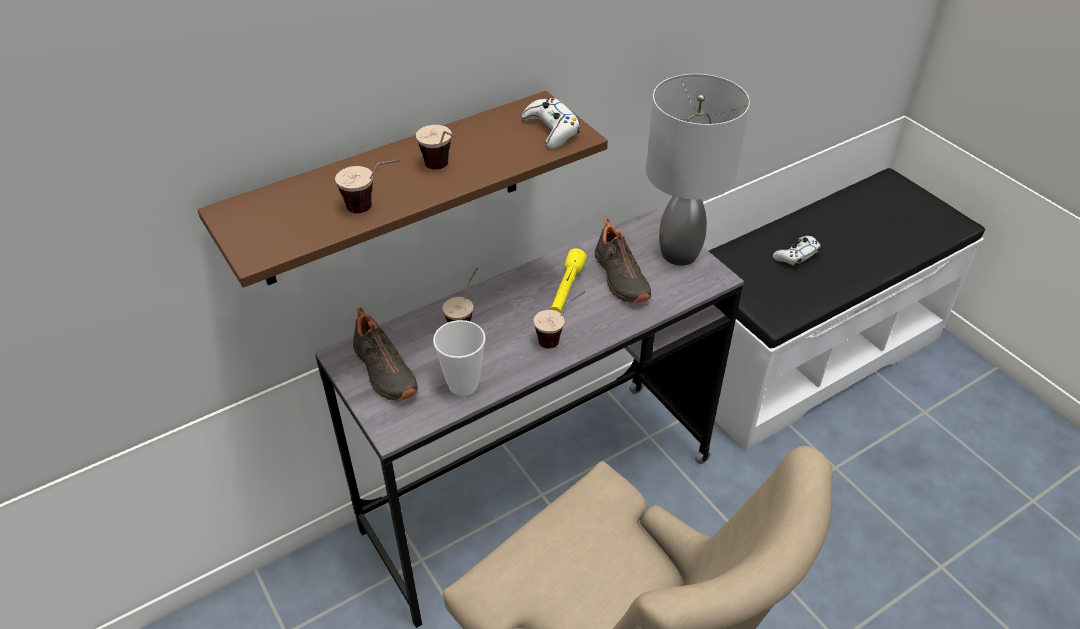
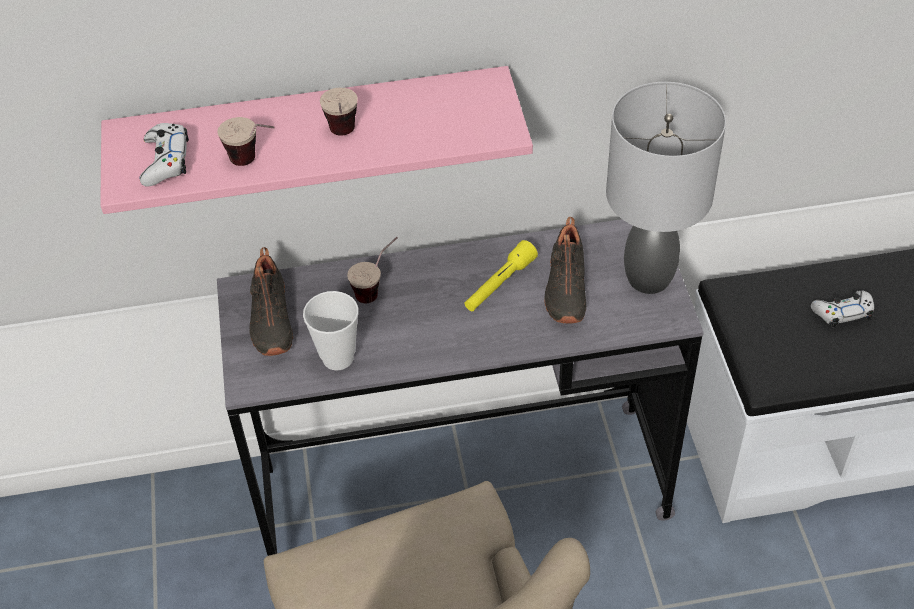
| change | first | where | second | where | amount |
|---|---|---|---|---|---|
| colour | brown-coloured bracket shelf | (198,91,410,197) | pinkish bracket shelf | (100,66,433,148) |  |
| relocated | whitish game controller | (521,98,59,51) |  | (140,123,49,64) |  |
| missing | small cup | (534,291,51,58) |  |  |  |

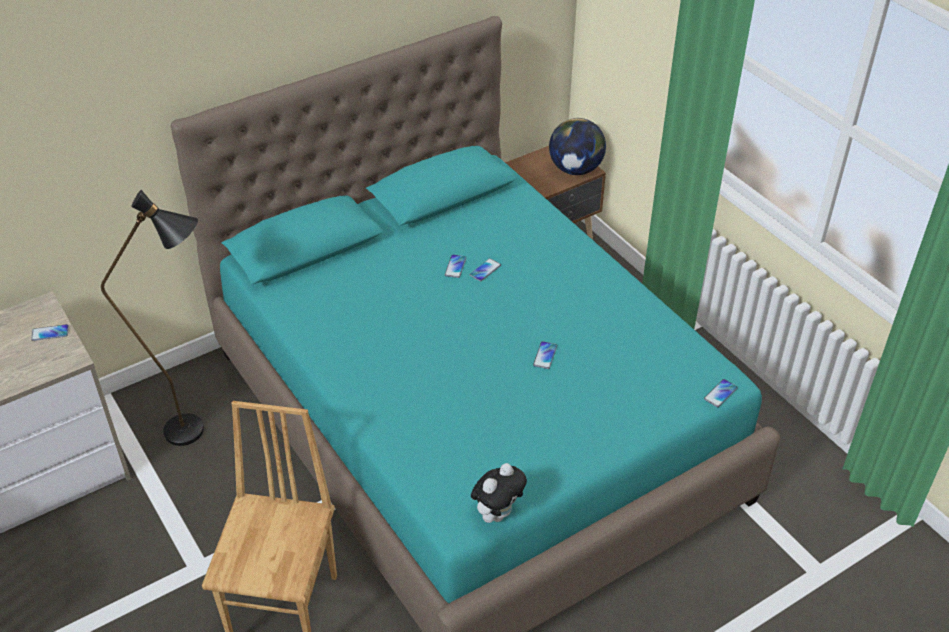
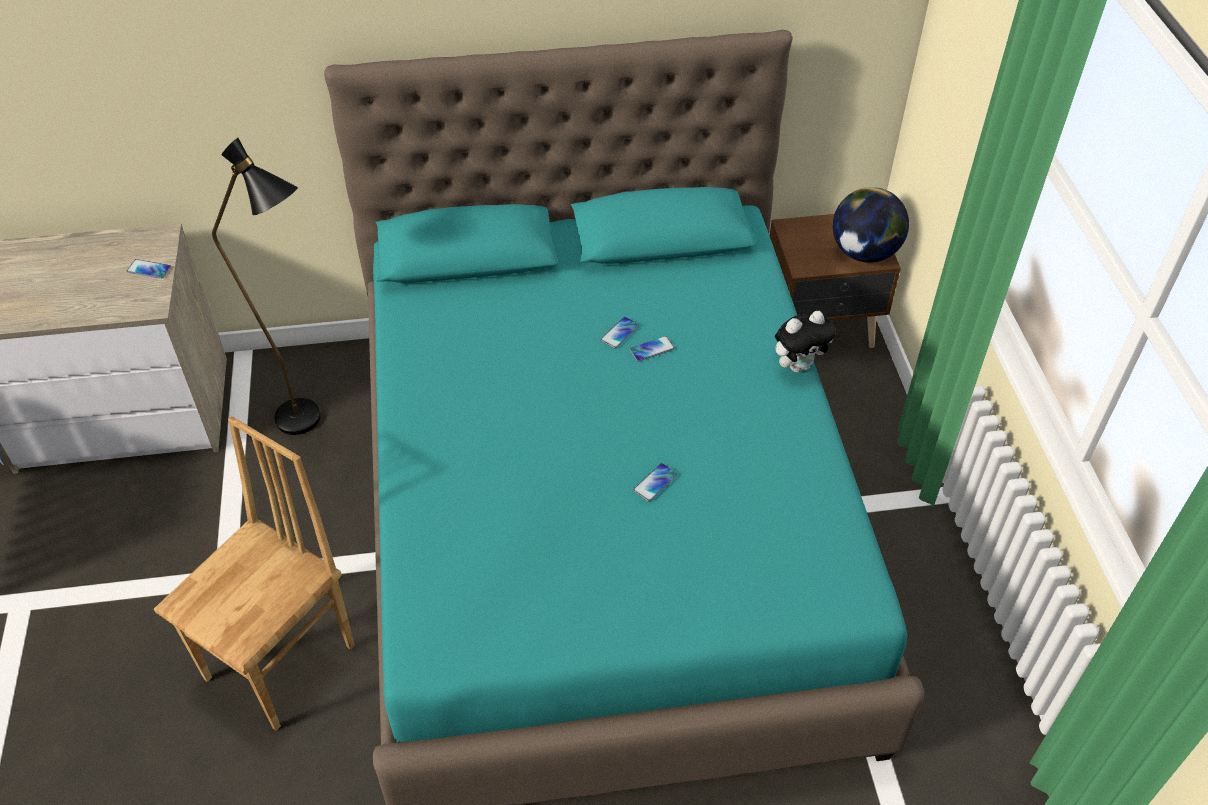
| change | first | where | second | where | amount |
|---|---|---|---|---|---|
| relocated | cuddly toy | (471,463,56,60) |  | (775,311,61,61) |  |
| missing | telephone | (704,379,34,28) |  |  |  |

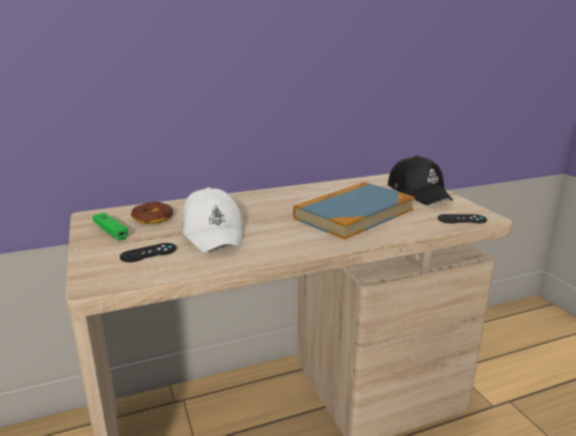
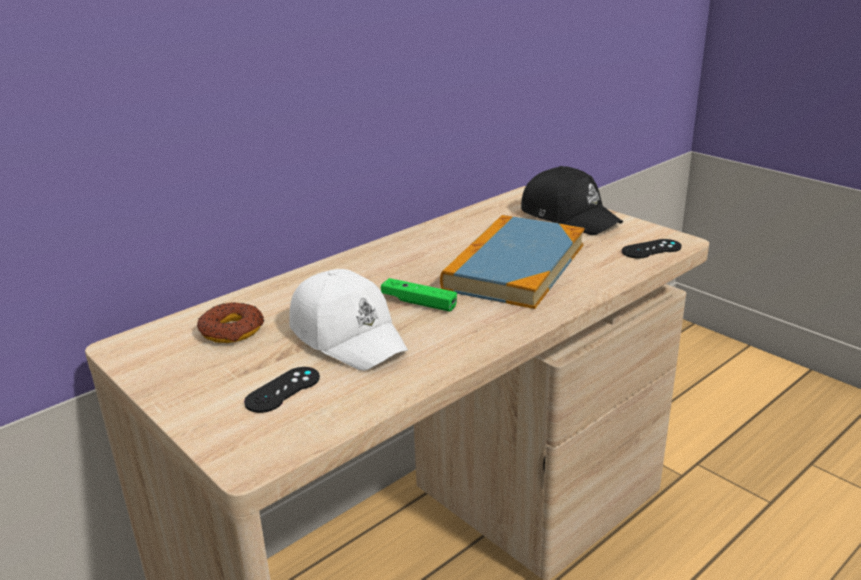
| change | first | where | second | where | amount |
|---|---|---|---|---|---|
| relocated | green-coloured game controller | (92,213,36,28) |  | (381,278,76,34) |  |

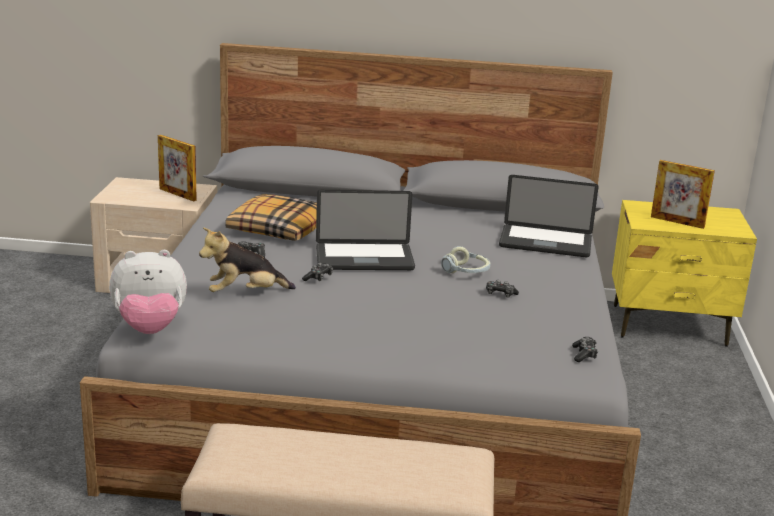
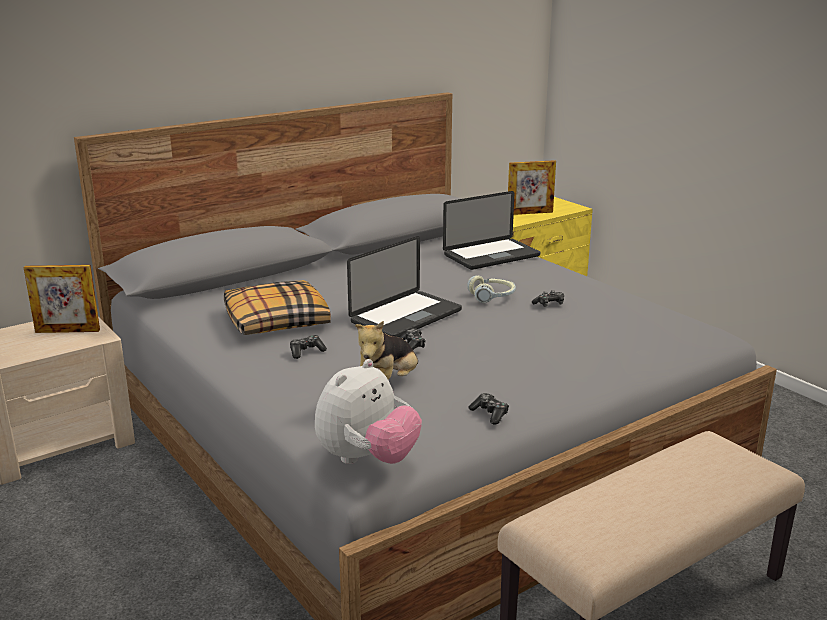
| change | first | where | second | where | amount |
|---|---|---|---|---|---|
| relocated | game controller | (572,337,26,25) |  | (468,393,41,32) |  |

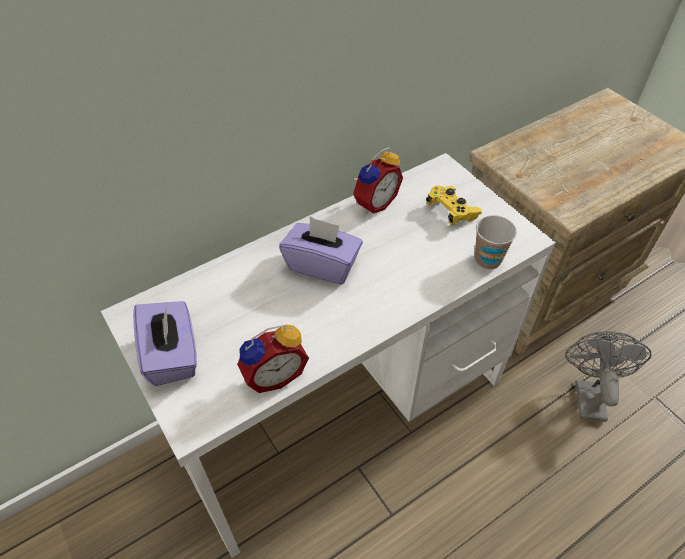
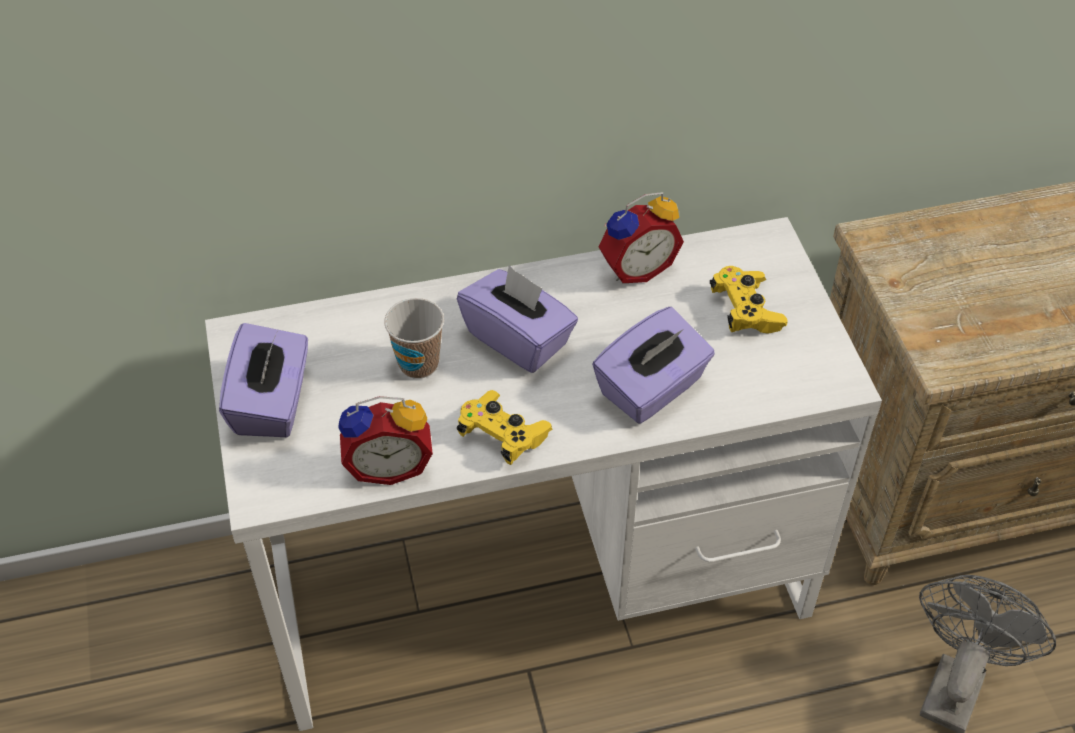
| change | first | where | second | where | amount |
|---|---|---|---|---|---|
| relocated | small cup | (475,215,42,55) |  | (384,298,60,81) |  |
| appeared |  |  | yellow game controller | (457,390,96,75) |  |
| appeared |  |  | purple-coloured box of tissues | (592,307,123,117) |  |

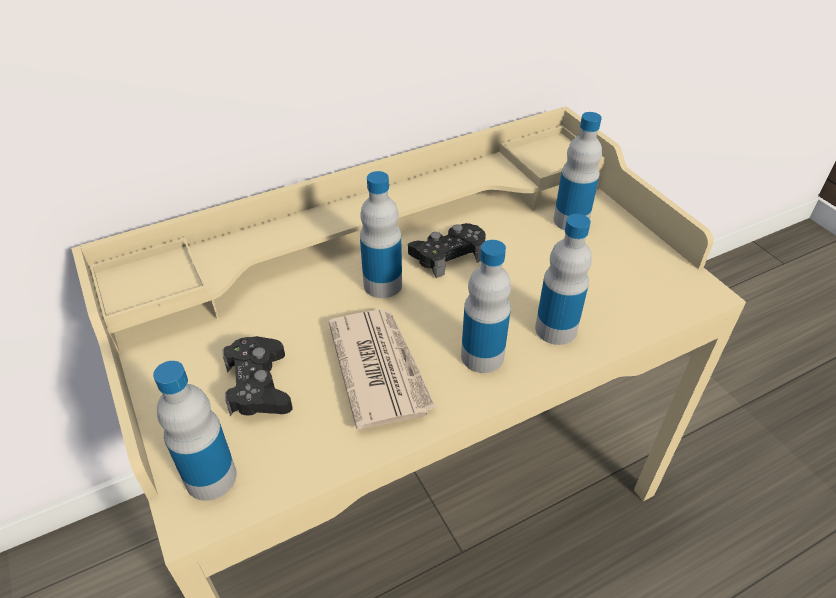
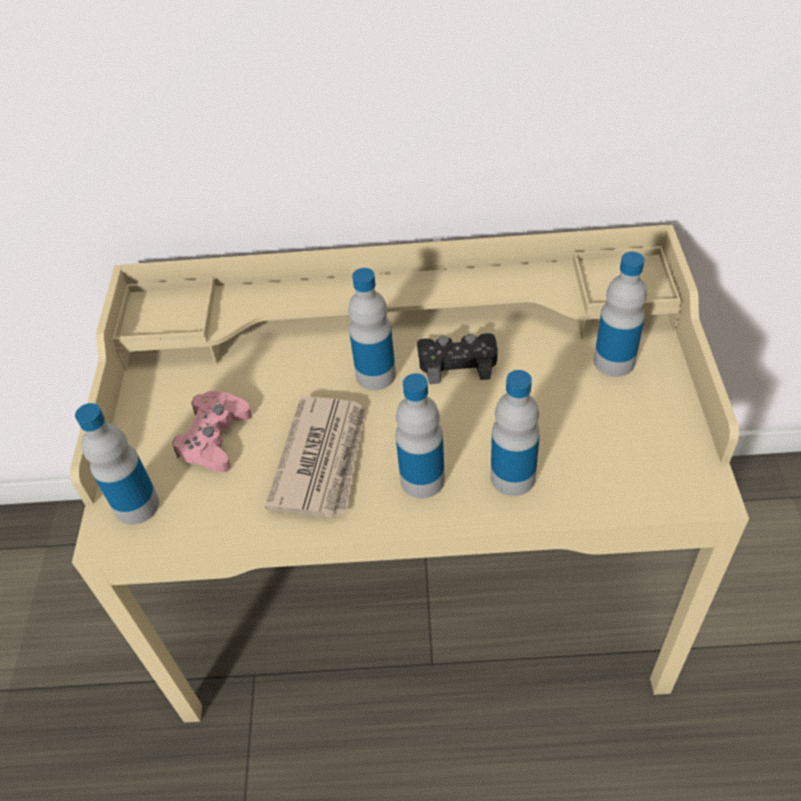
| change | first | where | second | where | amount |
|---|---|---|---|---|---|
| colour | black game controller | (222,336,71,80) | pinkish game controller | (172,391,80,81) |  |

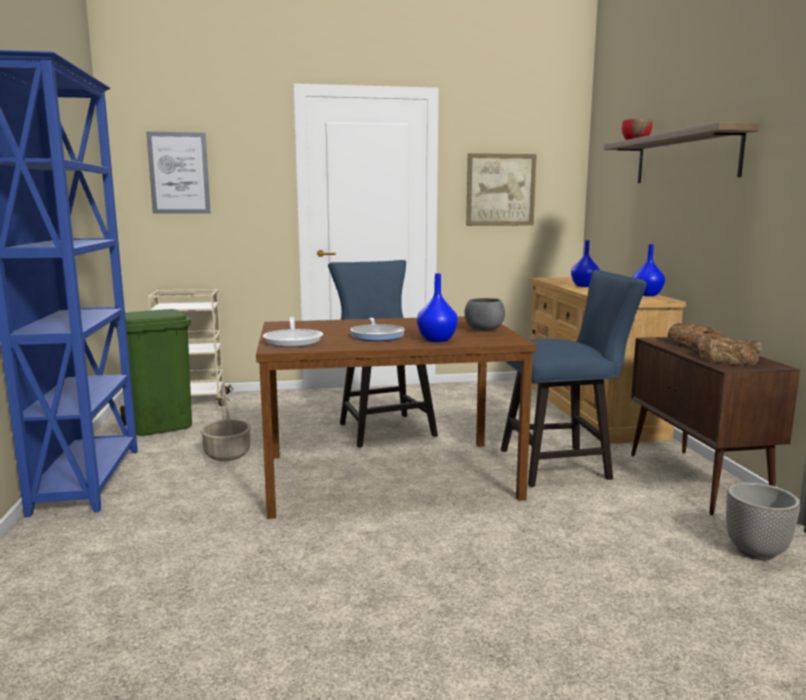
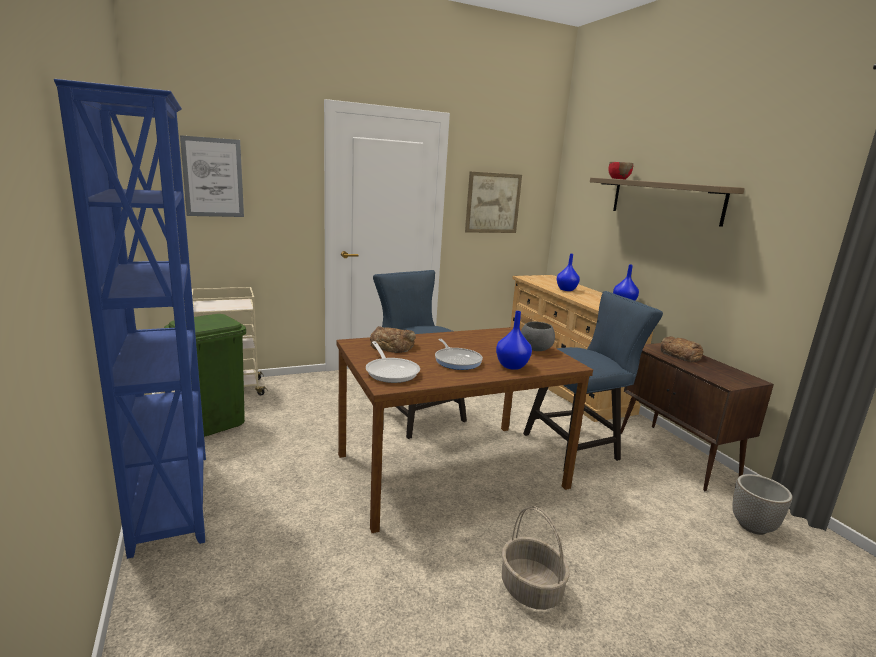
| change | first | where | second | where | amount |
|---|---|---|---|---|---|
| relocated | household basket | (201,383,50,78) |  | (502,506,68,104) |  |
| relocated | baked bread | (699,336,64,30) |  | (370,326,46,27) |  |

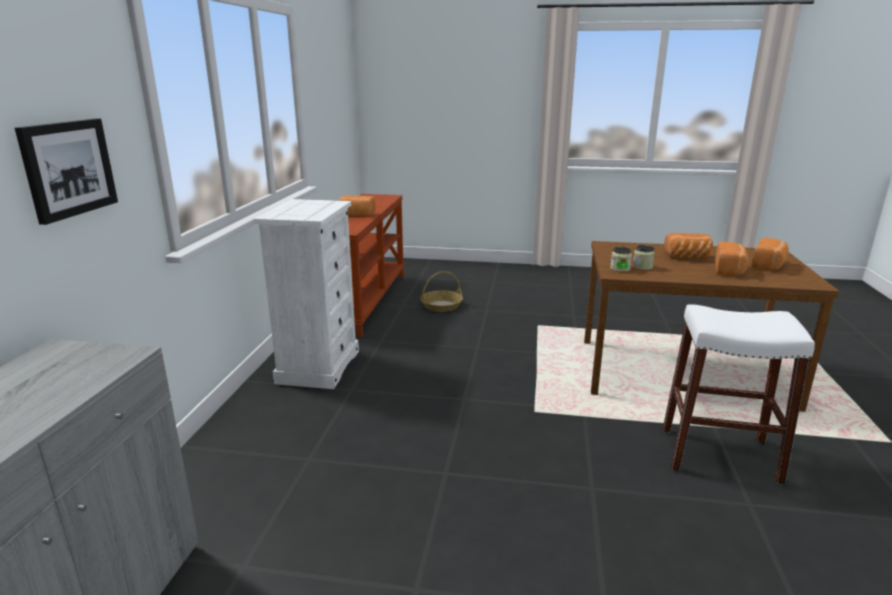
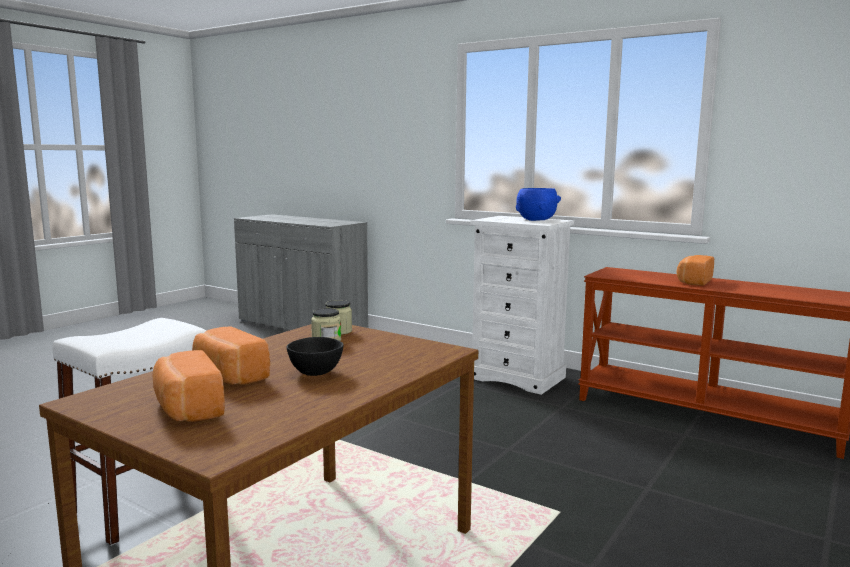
| change | first | where | second | where | amount |
|---|---|---|---|---|---|
| missing | wall picture | (15,119,103,106) |  |  |  |
| missing | household basket | (420,271,43,41) |  |  |  |
| exchanged | baked bread | (664,233,49,25) | black deep dish | (287,337,57,39) |  |
| appeared |  |  | bluish deep dish | (516,188,45,33) |  |

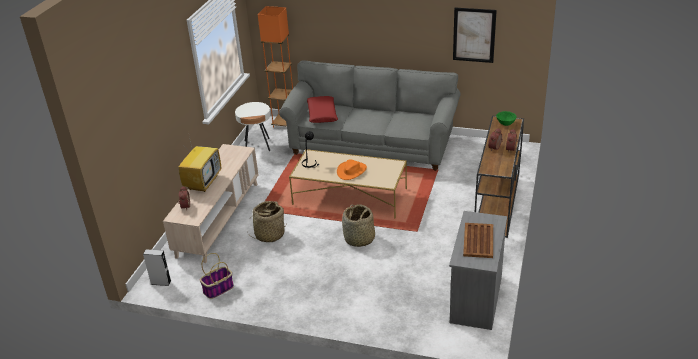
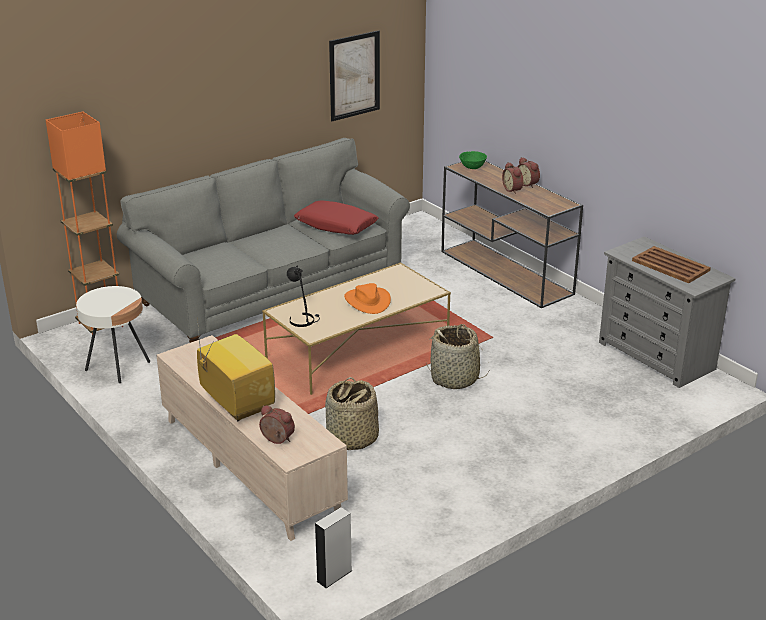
| change | first | where | second | where | amount |
|---|---|---|---|---|---|
| missing | household basket | (200,253,34,46) |  |  |  |
| relocated | red throw pillow | (307,96,31,27) |  | (294,200,84,35) |  |

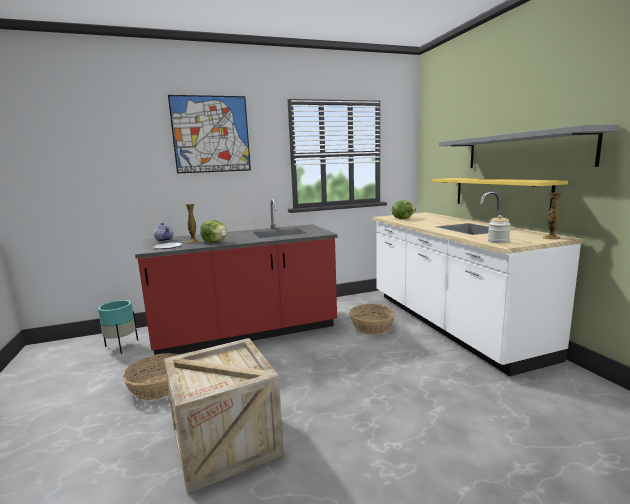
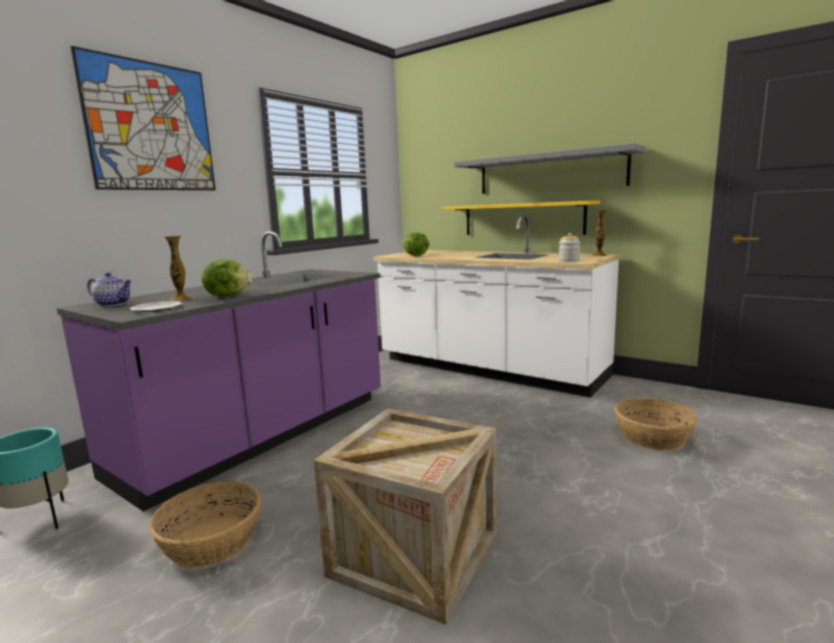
| change | first | where | second | where | amount |
|---|---|---|---|---|---|
| colour | red kitchen counter | (135,199,203,158) | purple-coloured kitchen counter | (57,231,324,280) |  |
| relocated | household basket | (349,304,46,31) |  | (614,398,84,52) |  |

